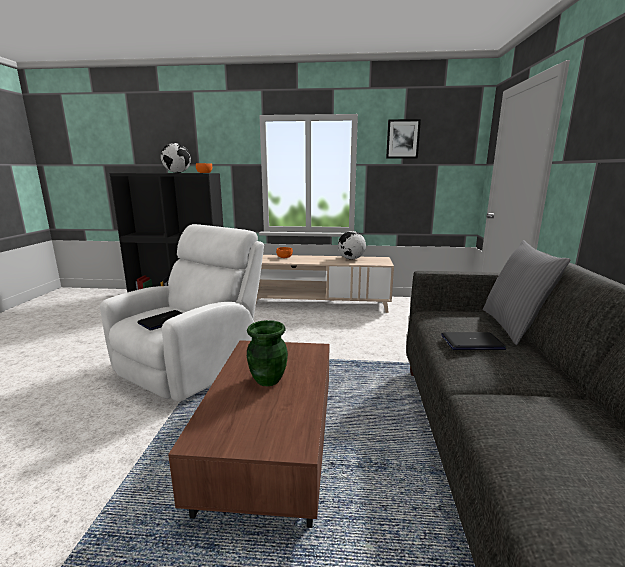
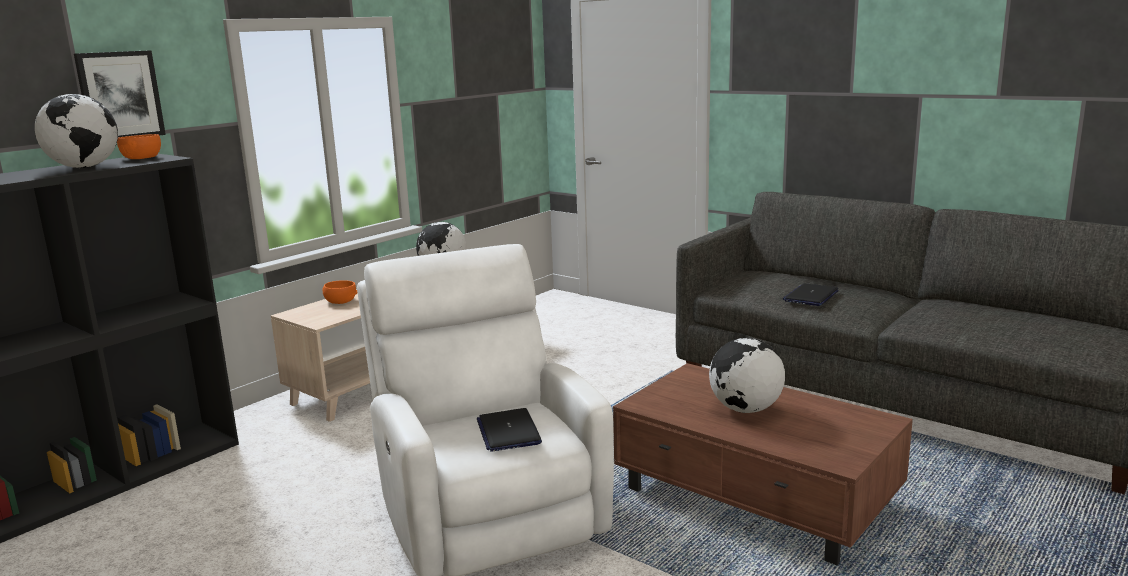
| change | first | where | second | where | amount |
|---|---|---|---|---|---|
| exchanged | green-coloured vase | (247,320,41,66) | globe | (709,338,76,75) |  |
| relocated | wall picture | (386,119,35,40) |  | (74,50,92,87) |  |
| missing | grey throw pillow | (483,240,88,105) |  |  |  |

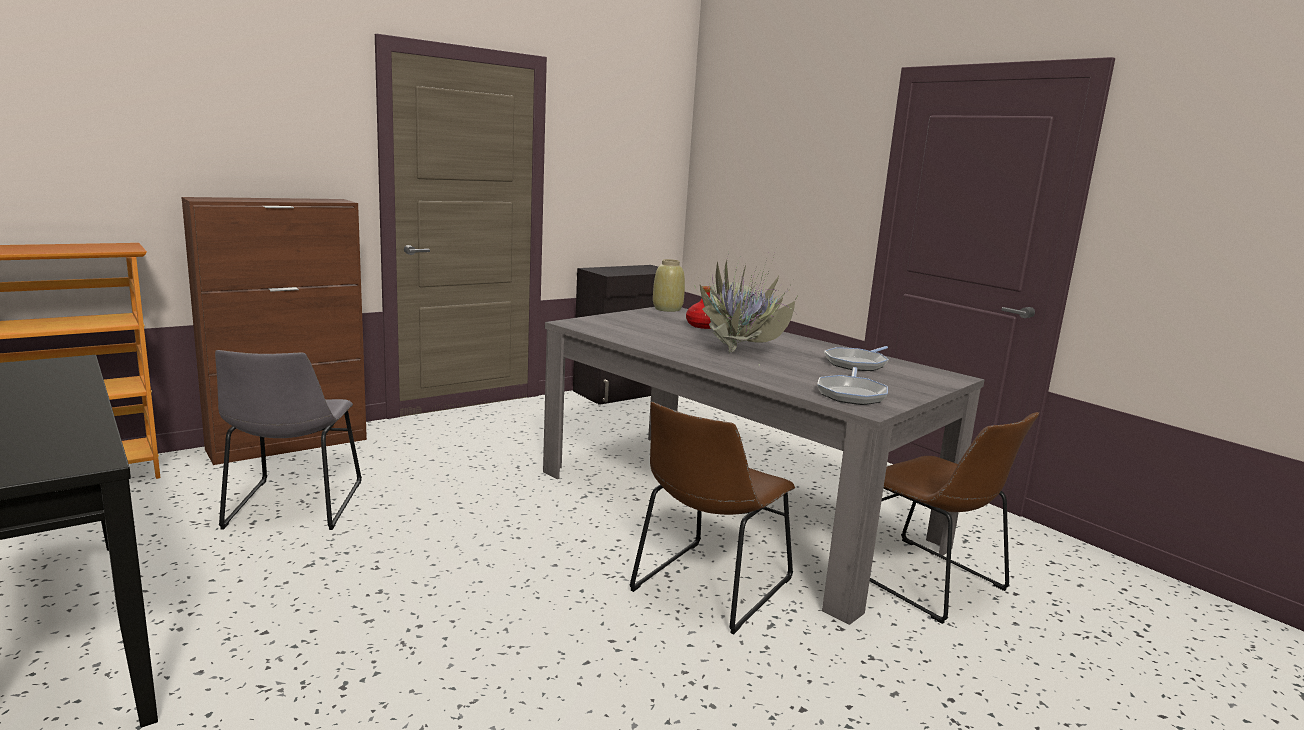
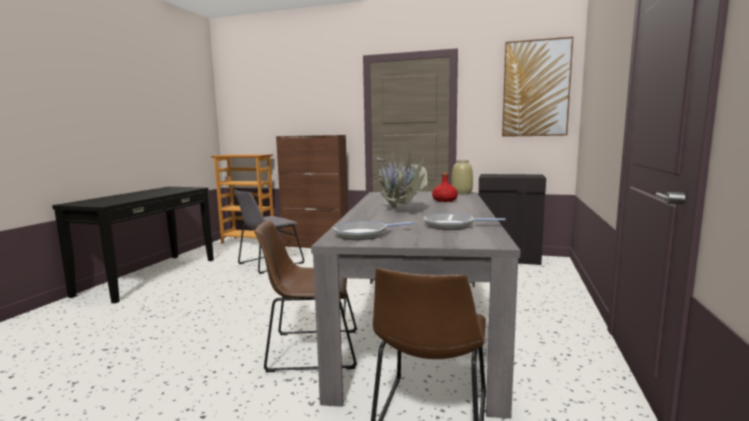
| change | first | where | second | where | amount |
|---|---|---|---|---|---|
| appeared |  |  | wall picture | (502,37,71,100) |  |

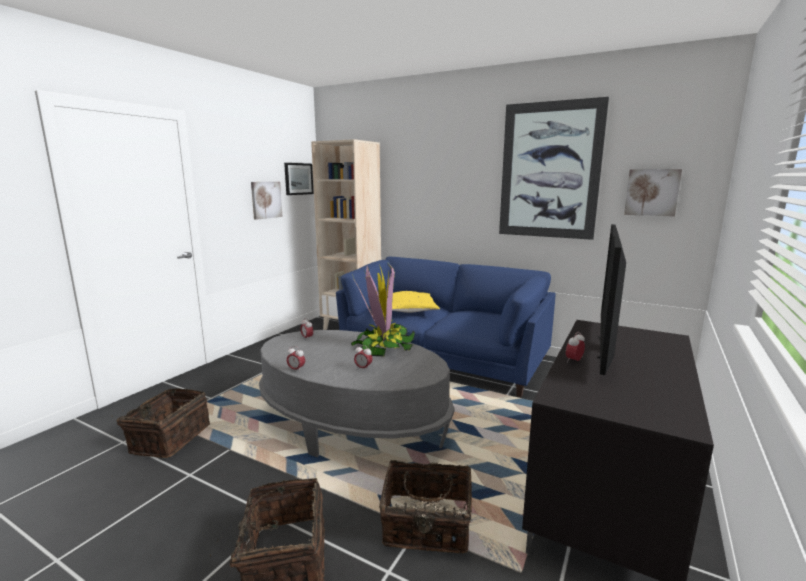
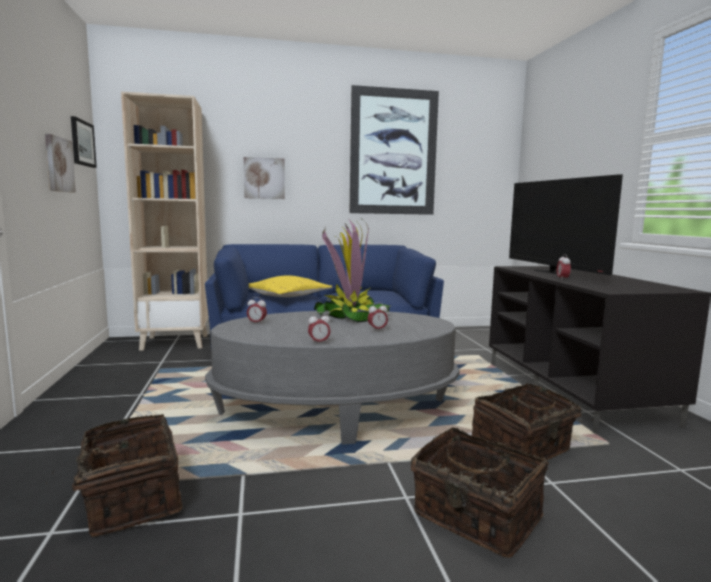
| change | first | where | second | where | amount |
|---|---|---|---|---|---|
| relocated | wall picture | (624,169,58,48) |  | (244,157,41,42) |  |

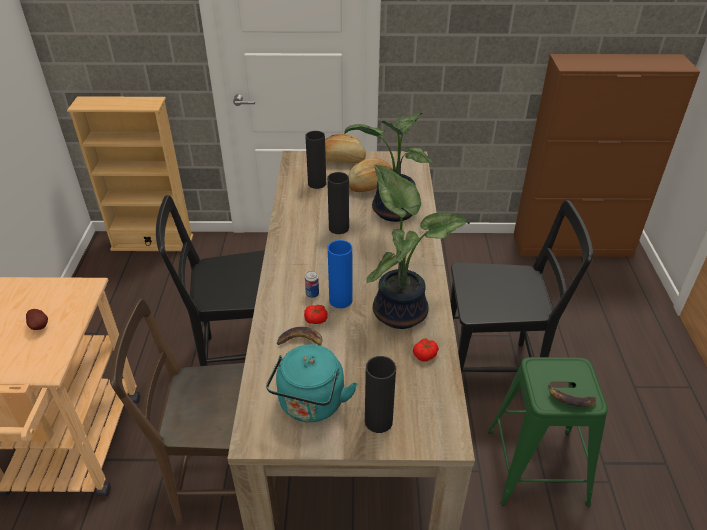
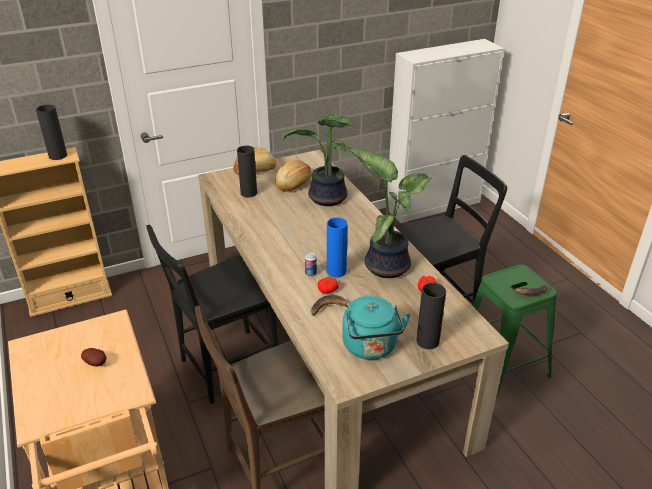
| change | first | where | second | where | amount |
|---|---|---|---|---|---|
| relocated | black vase | (327,172,22,62) |  | (36,105,31,55) |  |
| colour | brown-coloured storage cabinet | (514,54,186,203) | whitish storage cabinet | (387,39,118,184) |  |

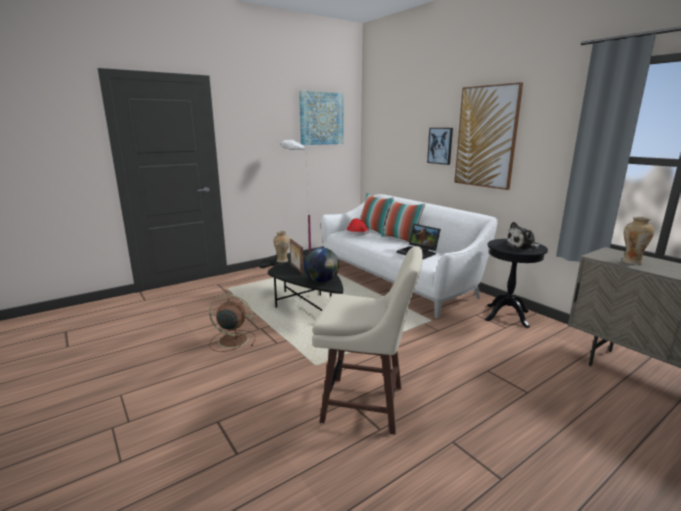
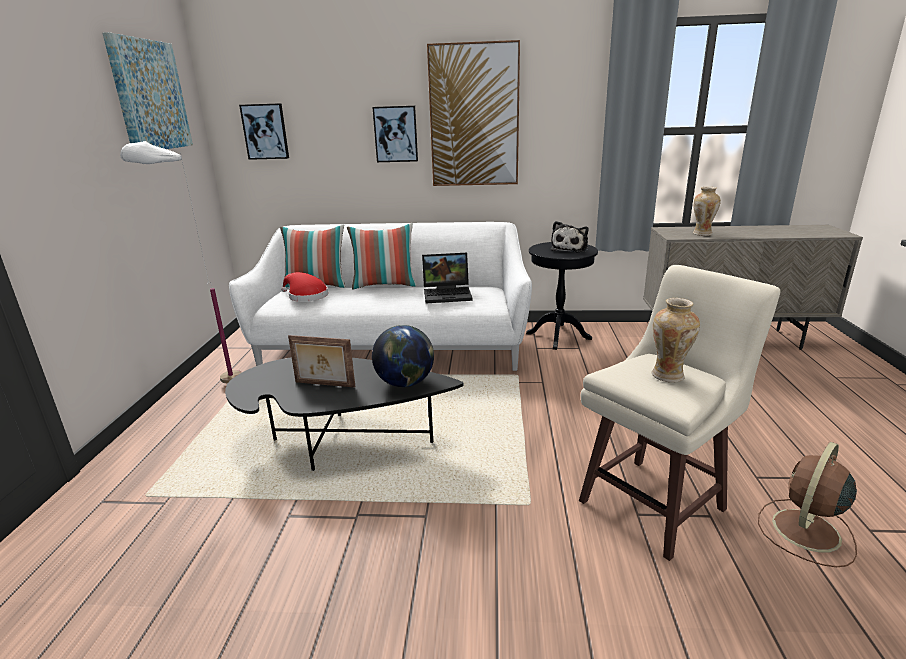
| change | first | where | second | where | amount |
|---|---|---|---|---|---|
| relocated | brown-coloured electric fan | (209,294,46,58) |  | (758,442,99,125) |  |
| relocated | vase | (274,231,16,32) |  | (652,298,48,85) |  |
| appeared |  |  | wall picture | (239,103,50,57) |  |

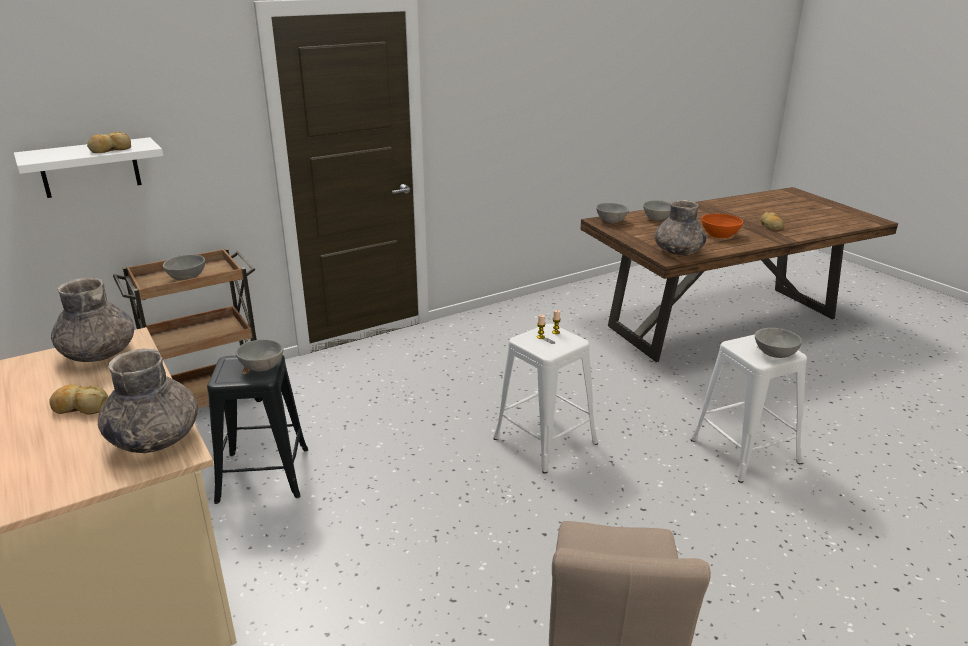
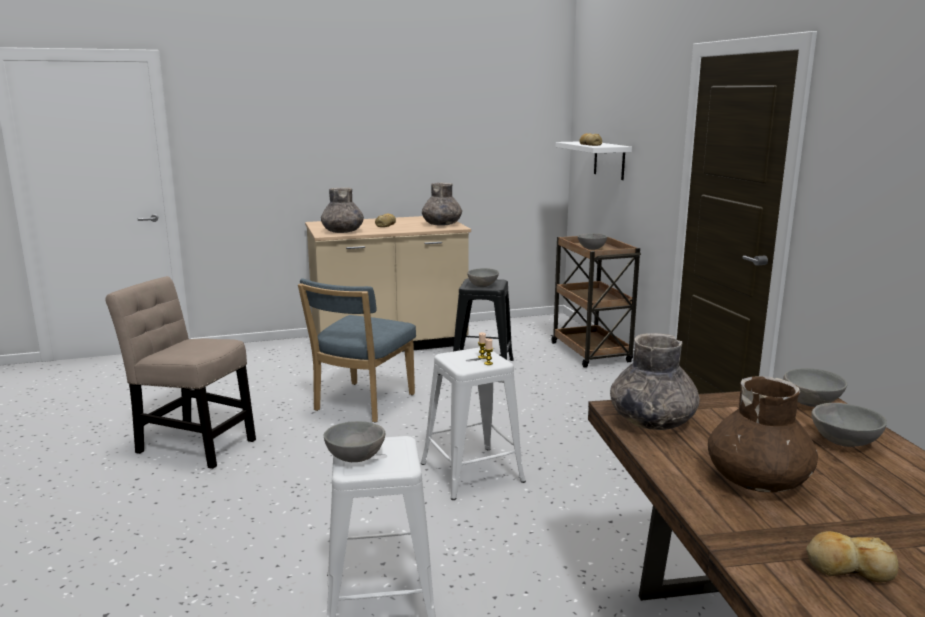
| change | first | where | second | where | amount |
|---|---|---|---|---|---|
| exchanged | orangey deep dish | (702,214,41,25) | brown-coloured vase | (708,376,110,117) |  |
| appeared |  |  | bluish upright chair | (298,279,118,144) |  |

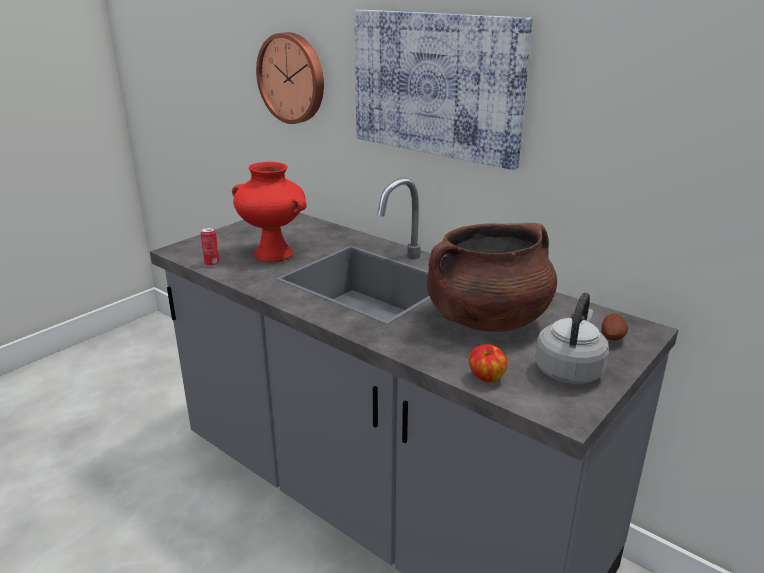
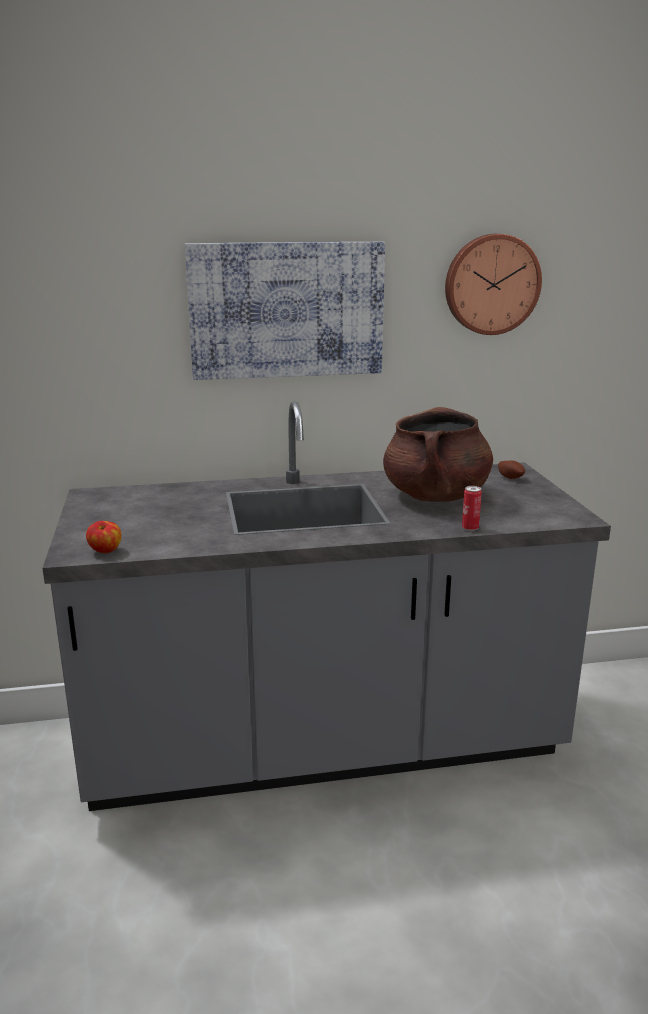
| change | first | where | second | where | amount |
|---|---|---|---|---|---|
| relocated | metal can | (201,227,19,40) |  | (462,486,20,45) |  |
| missing | red vase | (232,162,75,100) |  |  |  |
| relocated | wall clock | (256,32,68,92) |  | (445,234,97,101) |  |
| relocated | apple | (469,344,38,38) |  | (86,521,36,32) |  |
| missing | grey water kettle | (535,293,74,91) |  |  |  |

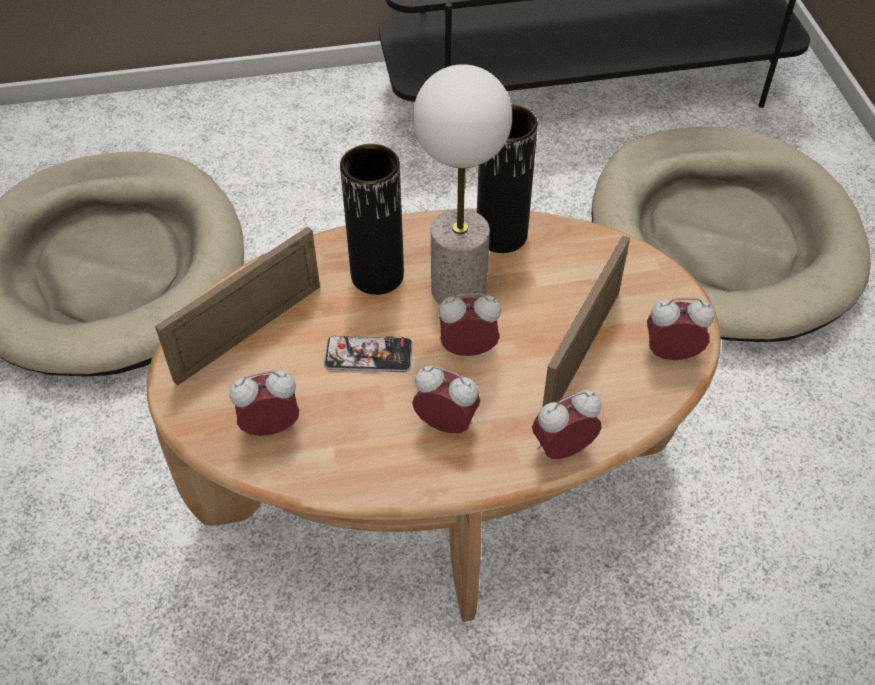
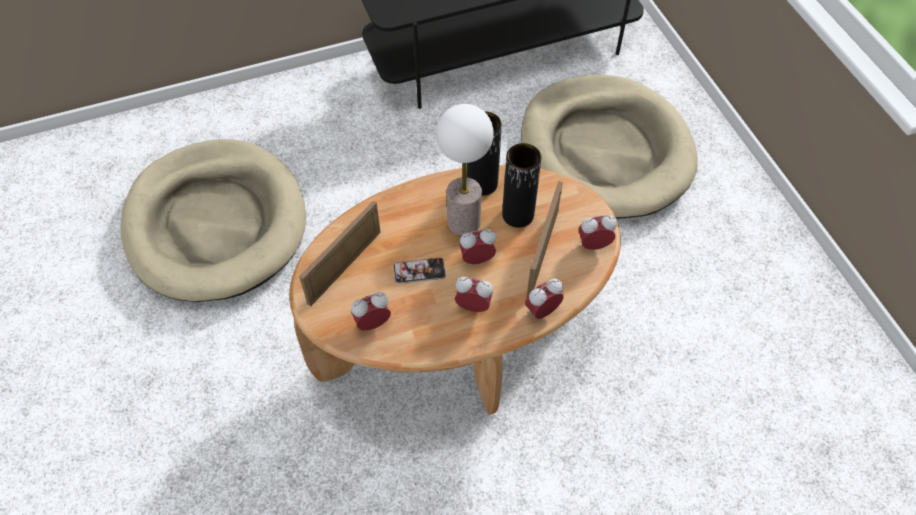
| change | first | where | second | where | amount |
|---|---|---|---|---|---|
| relocated | black vase | (340,144,64,151) |  | (502,143,40,85) |  |

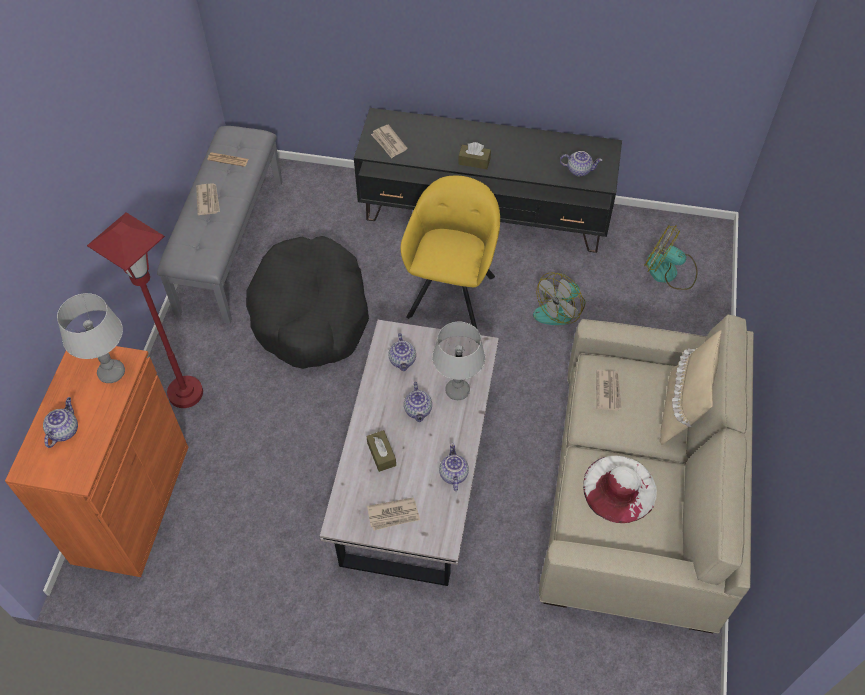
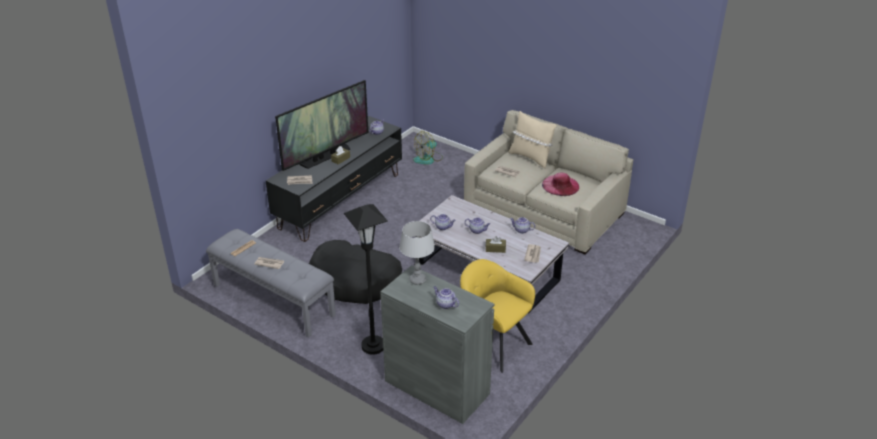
| change | first | where | second | where | amount |
|---|---|---|---|---|---|
| colour | orangey storage cabinet | (5,346,183,231) | grey storage cabinet | (380,265,114,159) |  |
| colour | red floor lamp | (87,212,116,196) | black floor lamp | (344,204,44,151) |  |
| relocated | yellow armchair | (401,176,99,154) |  | (460,259,75,114) |  |
| missing | grey table lamp | (432,322,53,78) |  |  |  |
| missing | electric fan | (533,272,52,53) |  |  |  |
| colour | whitish clothing hat | (583,455,74,68) | pinkish clothing hat | (542,173,37,23) |  |
| appeared |  |  | TV | (275,80,93,91) |  |

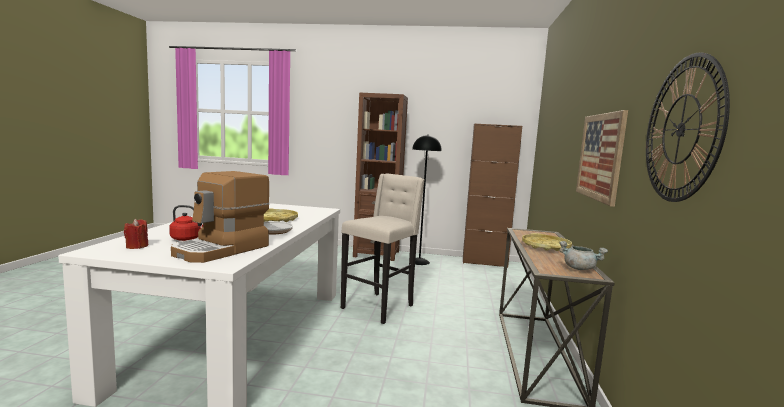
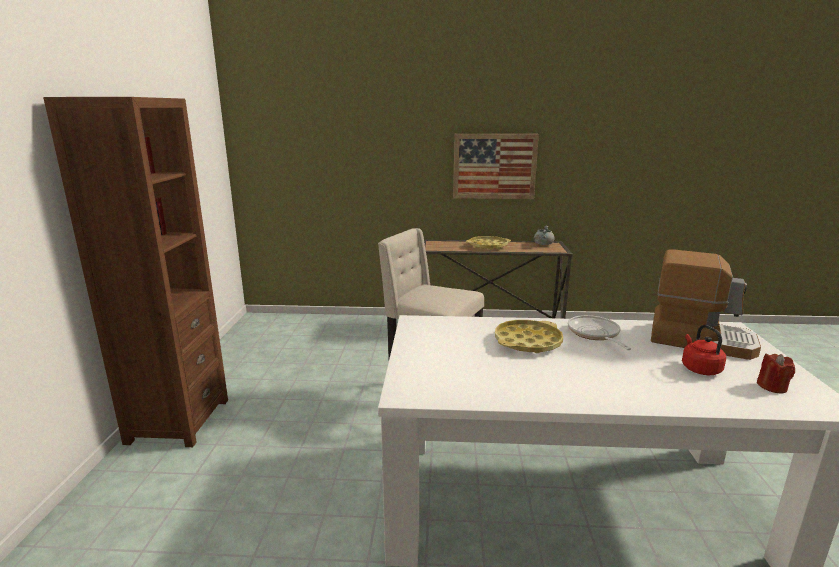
| change | first | where | second | where | amount |
|---|---|---|---|---|---|
| missing | black floor lamp | (412,135,30,130) |  |  |  |
| missing | brown-coloured storage cabinet | (463,124,59,144) |  |  |  |
| missing | wall clock | (646,53,84,149) |  |  |  |

